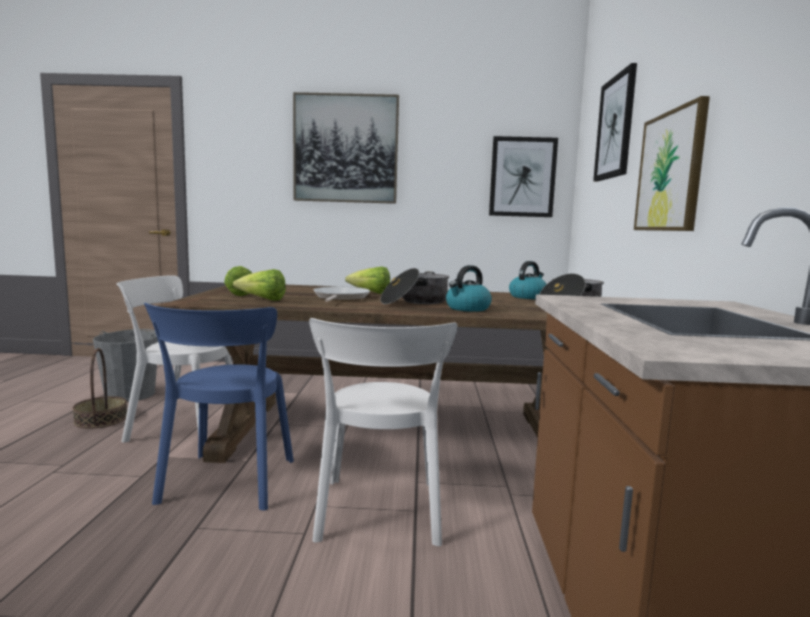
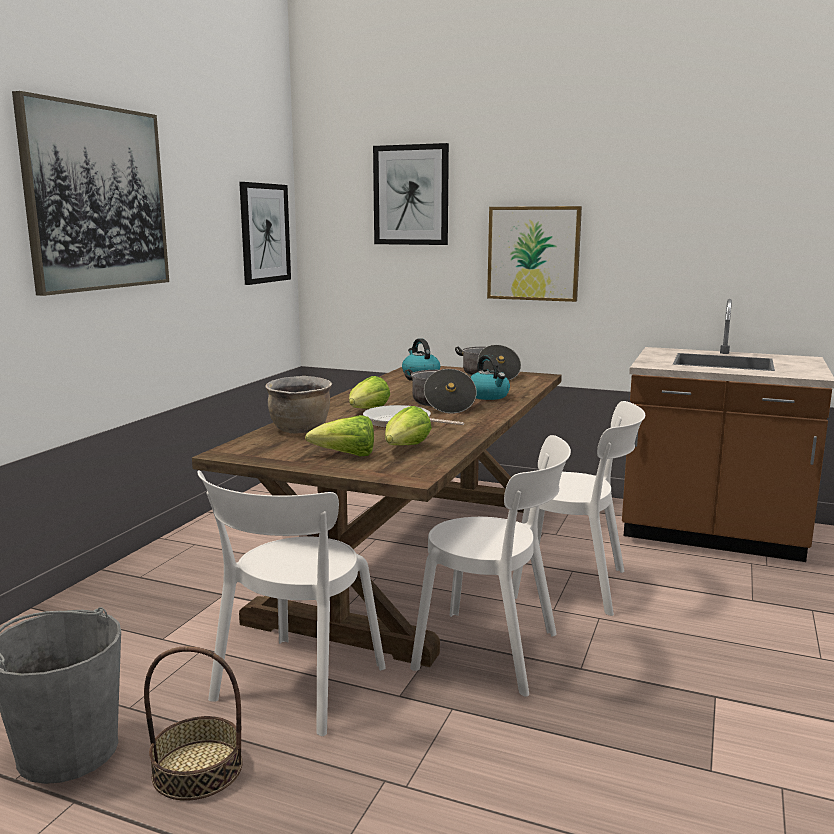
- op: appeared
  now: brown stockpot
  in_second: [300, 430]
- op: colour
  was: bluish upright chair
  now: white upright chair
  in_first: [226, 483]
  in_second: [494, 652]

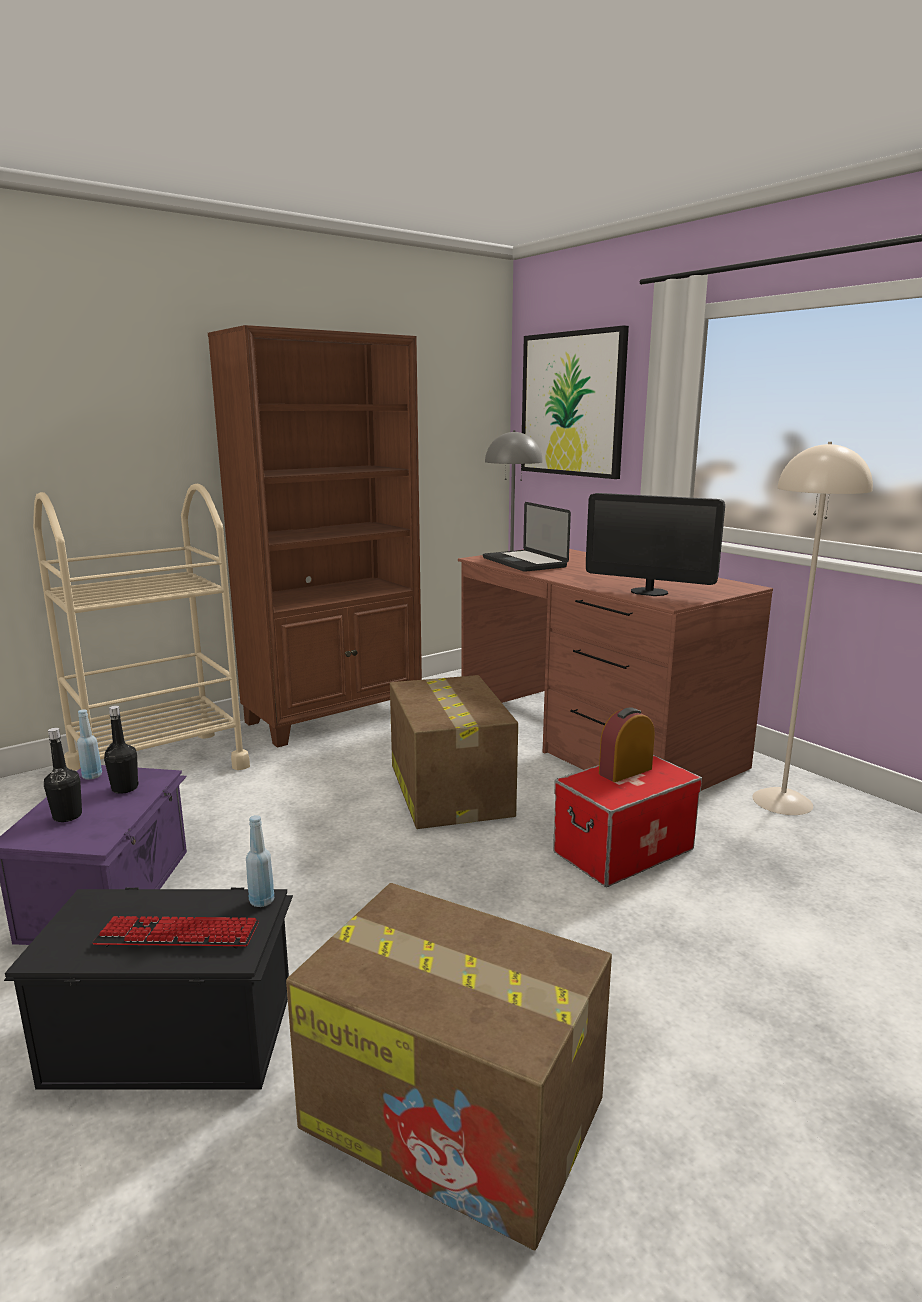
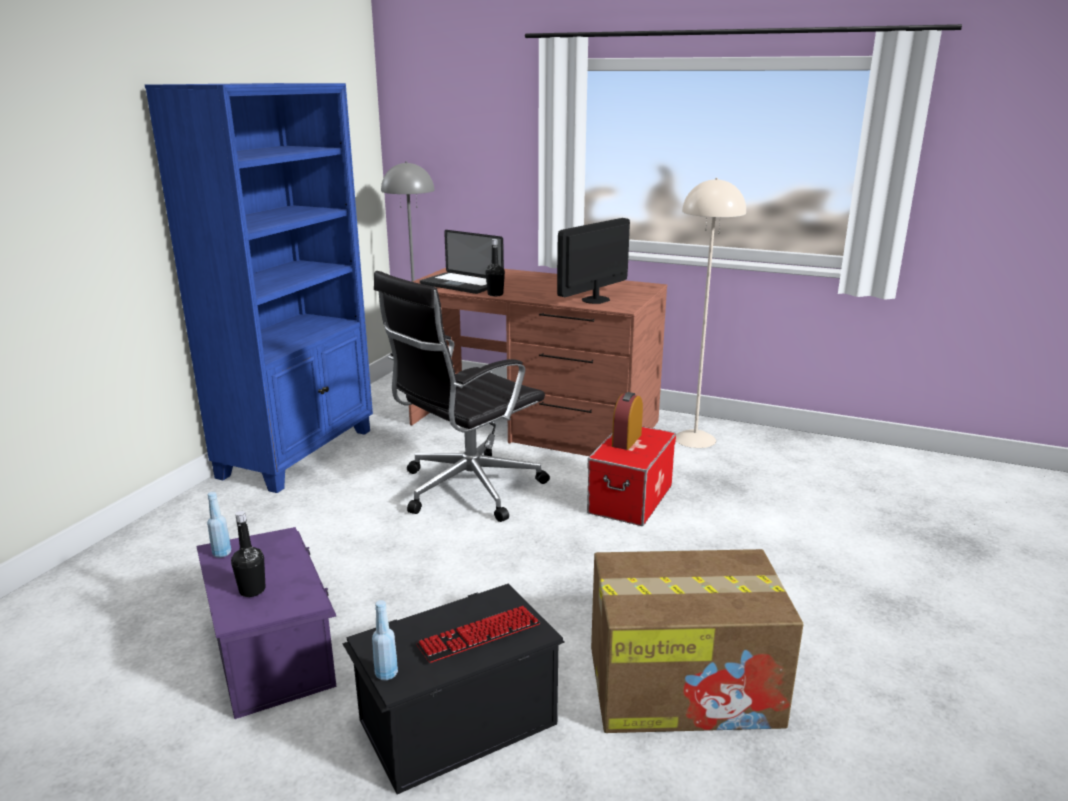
- op: missing
  was: beige-coloured cart
  in_first: [157, 767]
- op: missing
  was: picture
  in_first: [572, 404]
- op: relocated
  was: blackish beverage bottle
  in_first: [125, 788]
  in_second: [495, 294]
- op: relocated
  was: bluish beverage bottle
  in_first: [262, 901]
  in_second: [386, 674]
- op: exchanged
  was: cardboard box
  now: blackish computer chair
  in_first: [449, 789]
  in_second: [466, 489]
- op: colour
  was: brown bookcase
  now: bluish bookcase
  in_first: [335, 716]
  in_second: [299, 453]
- op: spun
  was: monitor
  in_first: [649, 592]
  in_second: [595, 300]
  clockwise: 135

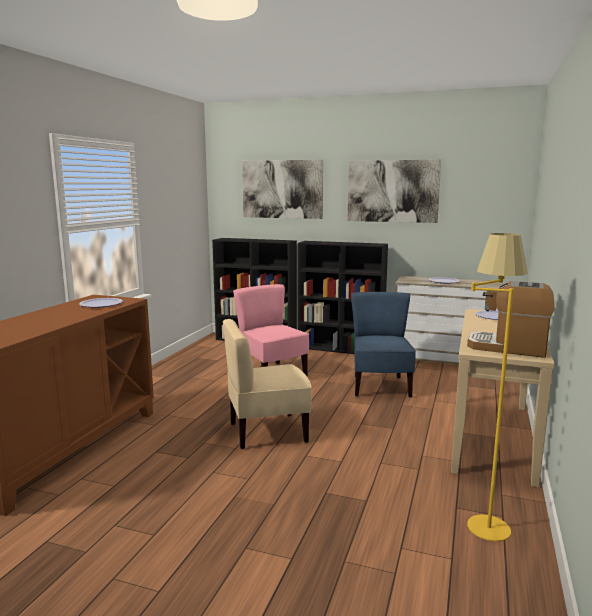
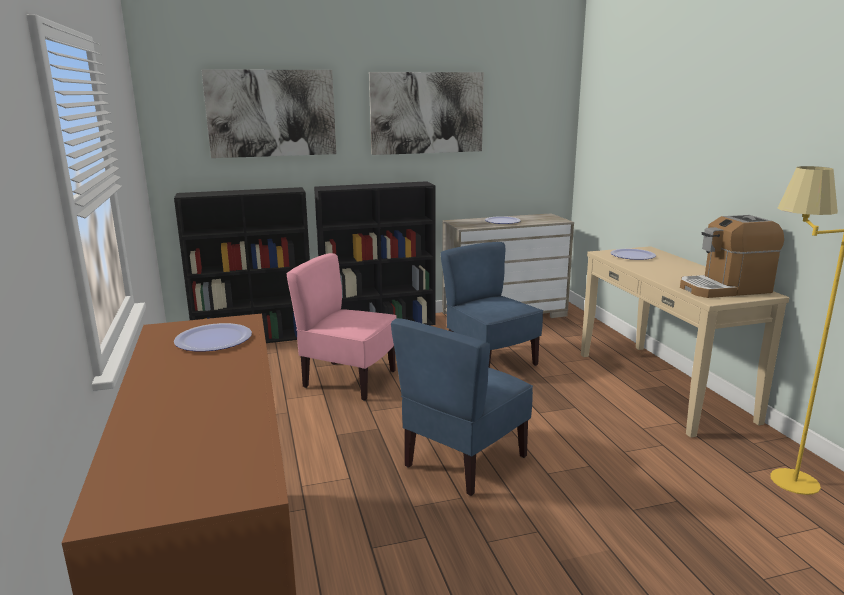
- op: colour
  was: beige-coloured upright chair
  now: bluish upright chair
  in_first: [267, 432]
  in_second: [464, 461]

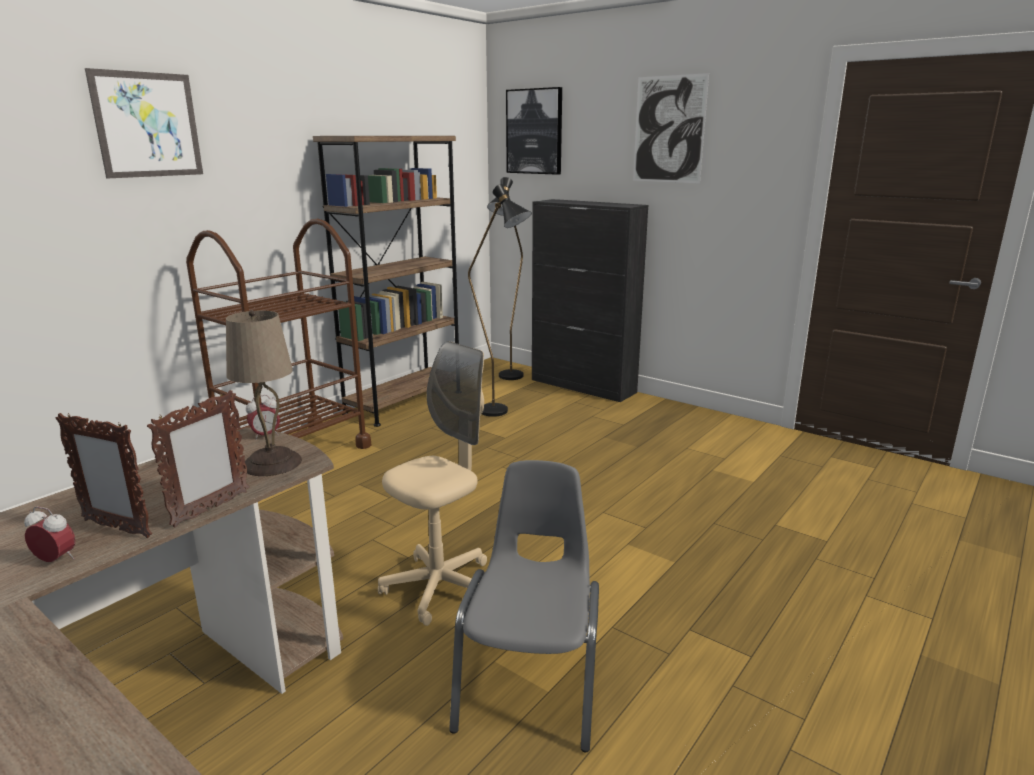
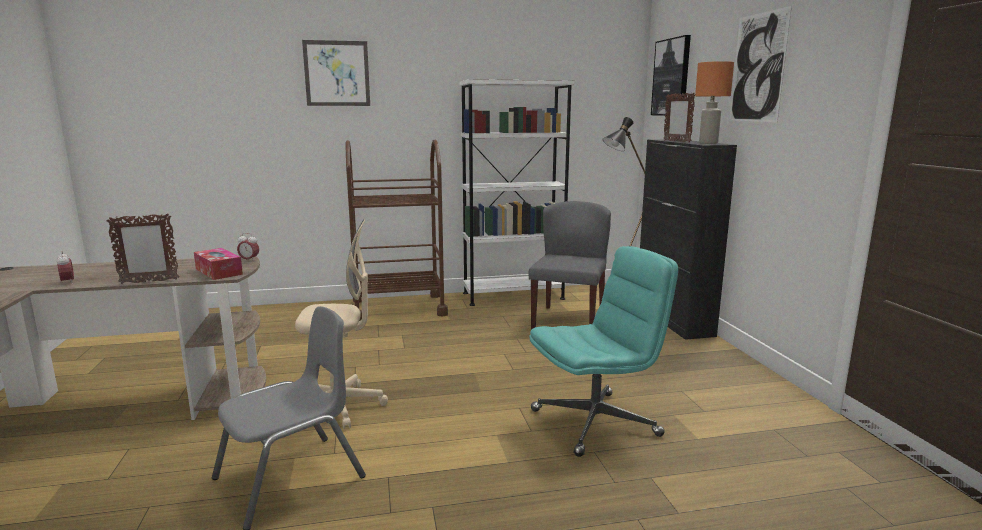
- op: appeared
  now: turquoise-coloured computer chair
  in_second: [596, 422]
- op: appeared
  now: orange lamp for a table
  in_second: [707, 143]
- op: relocated
  was: photo frame
  in_first: [116, 528]
  in_second: [676, 141]
- op: exchanged
  was: beige-coloured lamp for a table
  now: tissue box
  in_first: [273, 462]
  in_second: [218, 271]
- op: exchanged
  was: blackish floor lamp
  now: greyish upright chair
  in_first: [502, 413]
  in_second: [568, 321]
- op: colour
  was: brown bookcase
  now: white bookcase
  in_first: [404, 402]
  in_second: [513, 296]

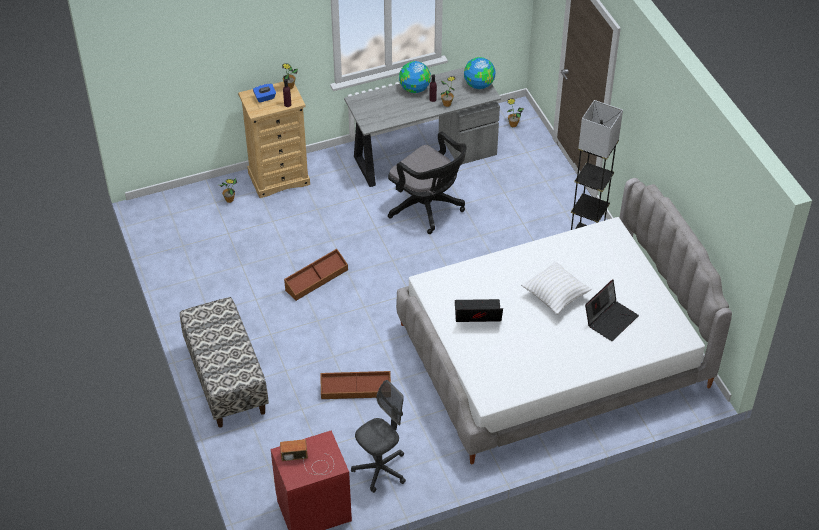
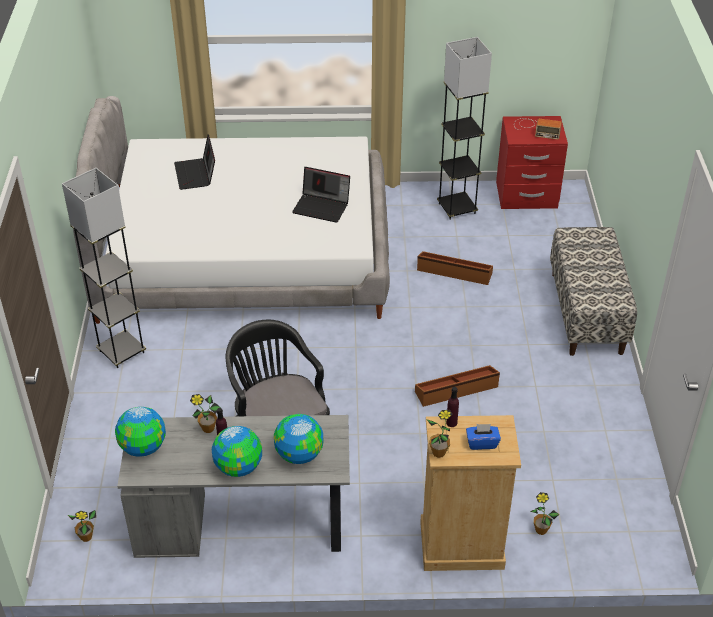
- op: missing
  was: white cushion
  in_first: [555, 296]
- op: appeared
  now: desk globe
  in_second: [298, 454]
- op: exchanged
  was: greyish computer chair
  now: greyish floor lamp
  in_first: [380, 469]
  in_second: [457, 208]
- op: spun
  was: laptop
  in_first: [610, 319]
  in_second: [196, 174]
  clockwise: -75

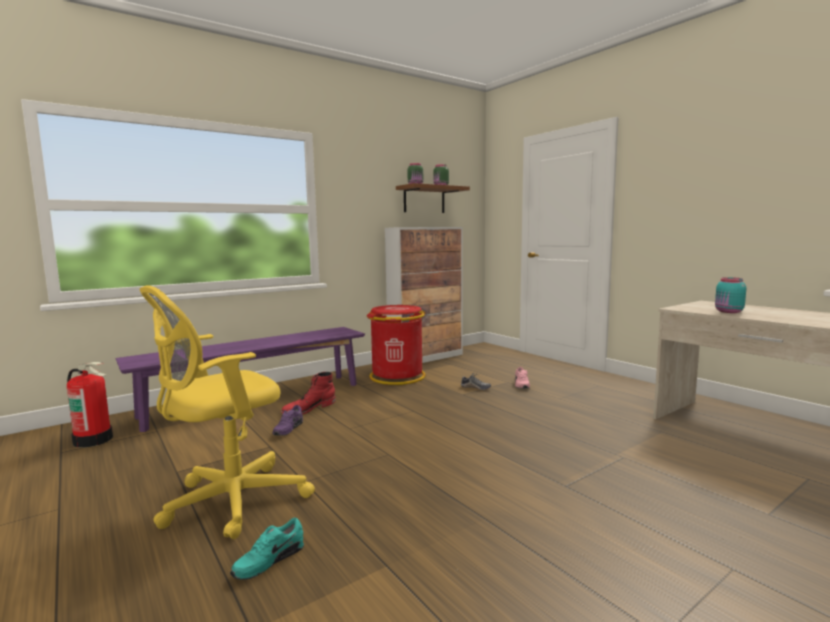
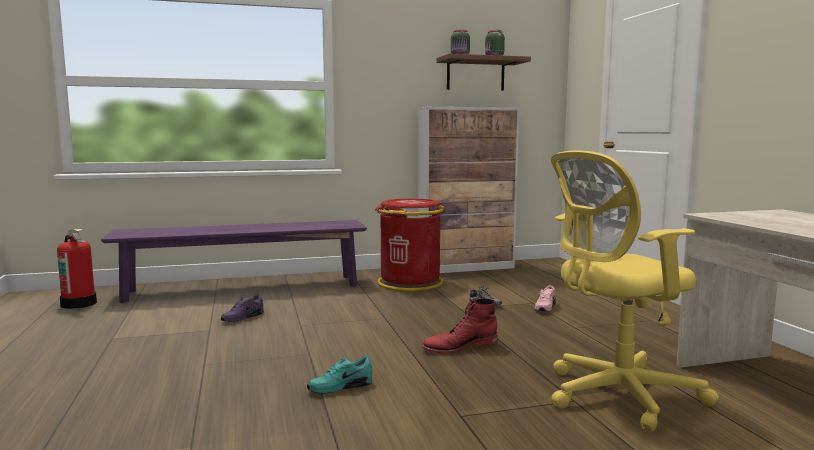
- op: missing
  was: turquoise-coloured preserve jar
  in_first: [728, 312]
- op: relocated
  was: yellow computer chair
  in_first: [228, 502]
  in_second: [616, 396]
- op: relocated
  was: turquoise-coloured item of footwear
  in_first: [268, 561]
  in_second: [340, 387]
- op: relocated
  was: red-coloured tall boot
  in_first: [308, 409]
  in_second: [459, 346]

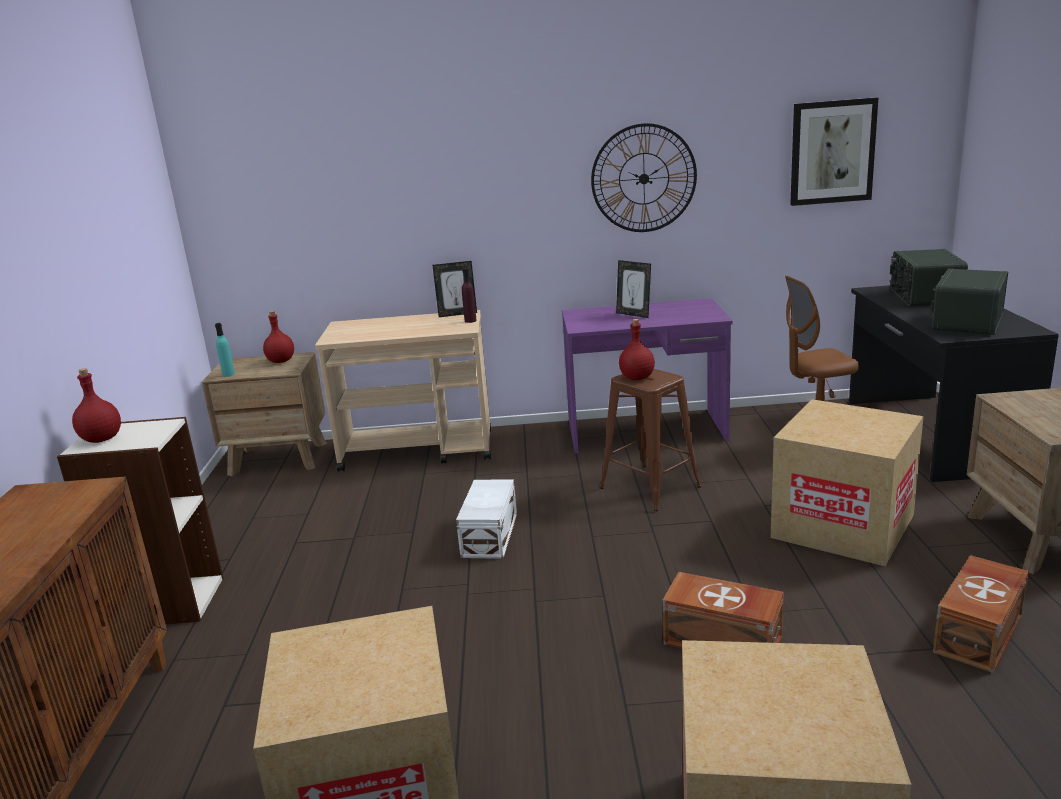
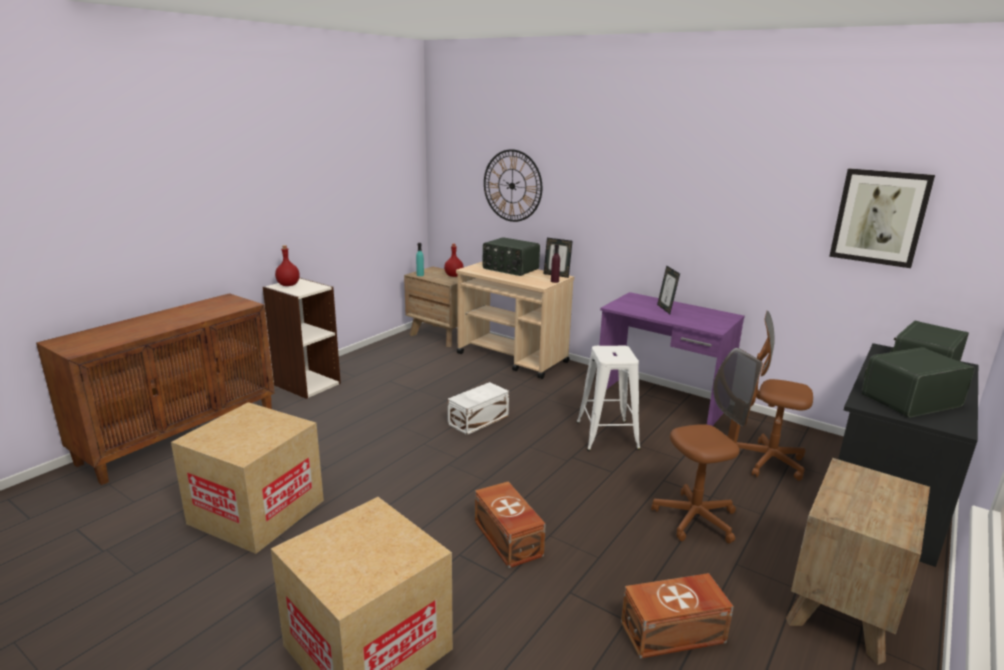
- op: missing
  was: red-coloured beverage bottle
  in_first: [637, 378]
- op: appeared
  now: radio set
  in_second: [510, 269]
- op: relocated
  was: hanging clock
  in_first: [643, 178]
  in_second: [512, 186]
- op: exchanged
  was: cardboard box
  now: brown computer chair
  in_first: [842, 526]
  in_second: [695, 519]
- op: colour
  was: brown stool seat
  now: white stool seat
  in_first: [649, 487]
  in_second: [607, 435]

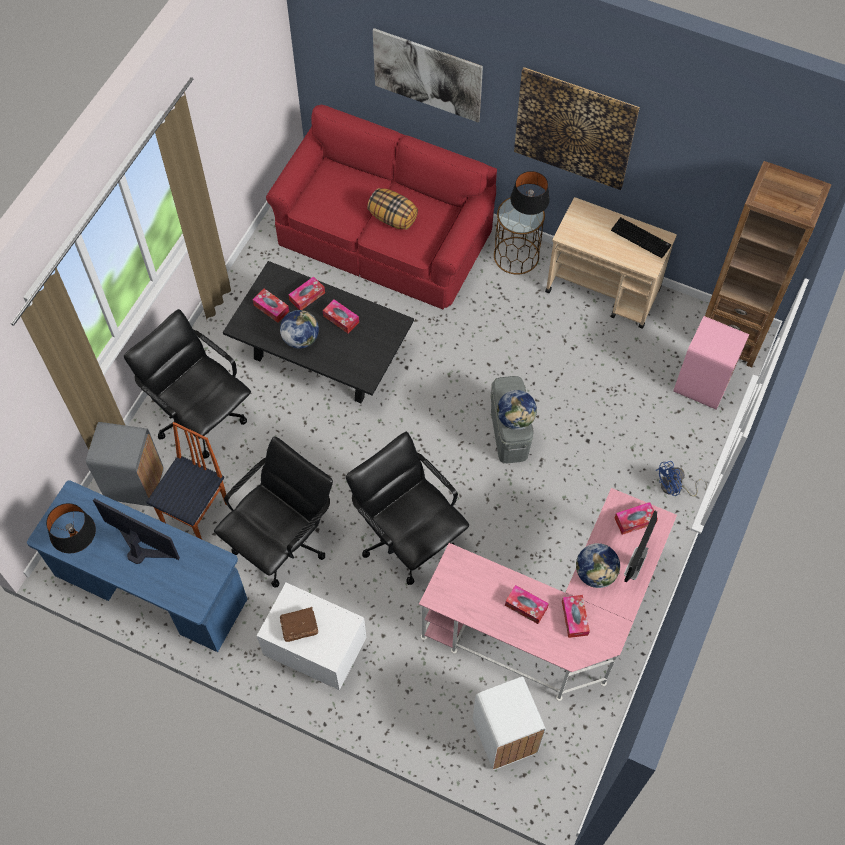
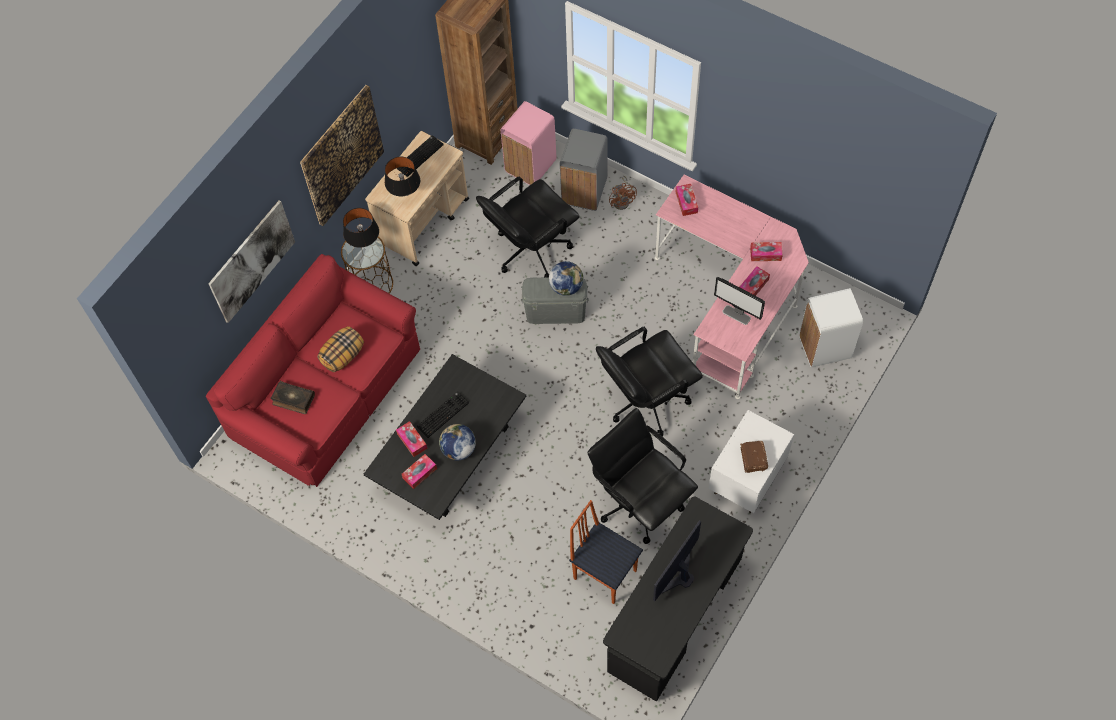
- op: missing
  was: desk globe
  in_first: [595, 573]
- op: appeared
  now: bound book
  in_second: [293, 400]
- op: relocated
  was: blackish lamp for a table
  in_first: [79, 543]
  in_second: [405, 195]
- op: relocated
  was: greyish rubbish bin
  in_first: [135, 485]
  in_second: [585, 191]
- op: relocated
  was: blackish computer chair
  in_first: [201, 416]
  in_second: [531, 250]
- op: relocated
  was: monitor
  in_first: [635, 563]
  in_second: [736, 315]
- op: exchanged
  was: tissue box
  now: keyboard
  in_first: [341, 319]
  in_second: [442, 414]
- op: colour
  was: bluish desk unit
  now: blackish desk unit
  in_first: [151, 588]
  in_second: [675, 615]
- op: colour
  was: bluish cooling fan
  now: brown cooling fan
  in_first: [674, 488]
  in_second: [623, 200]

